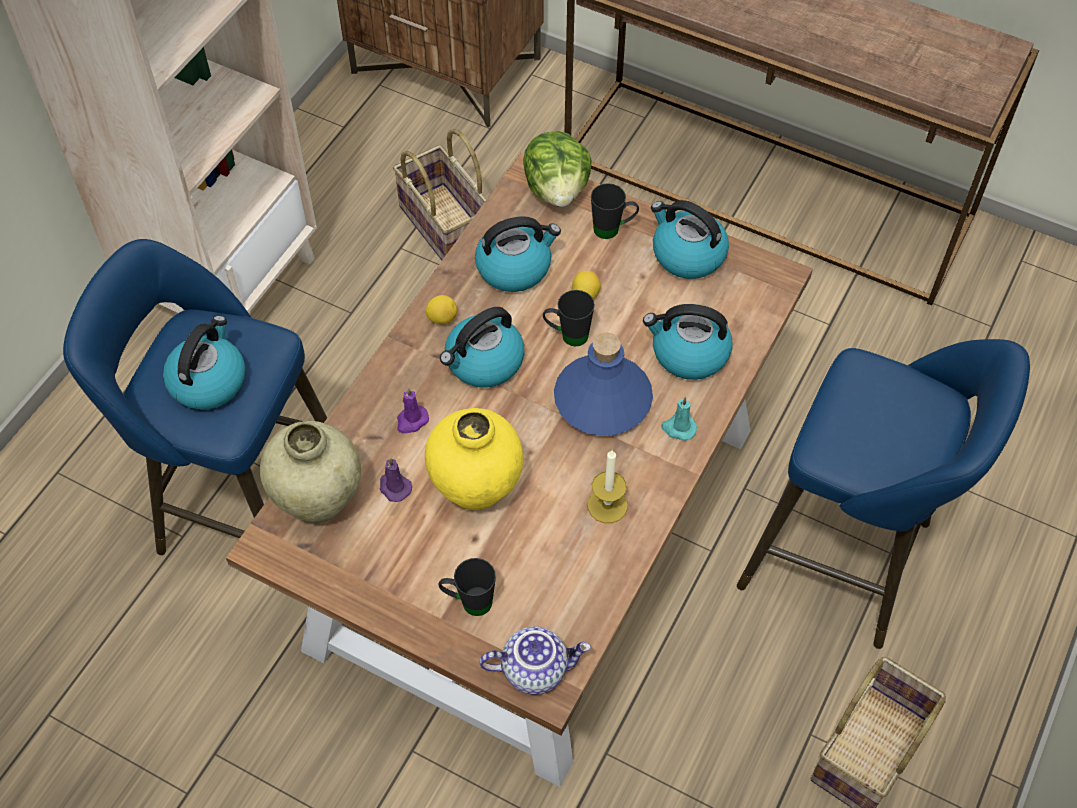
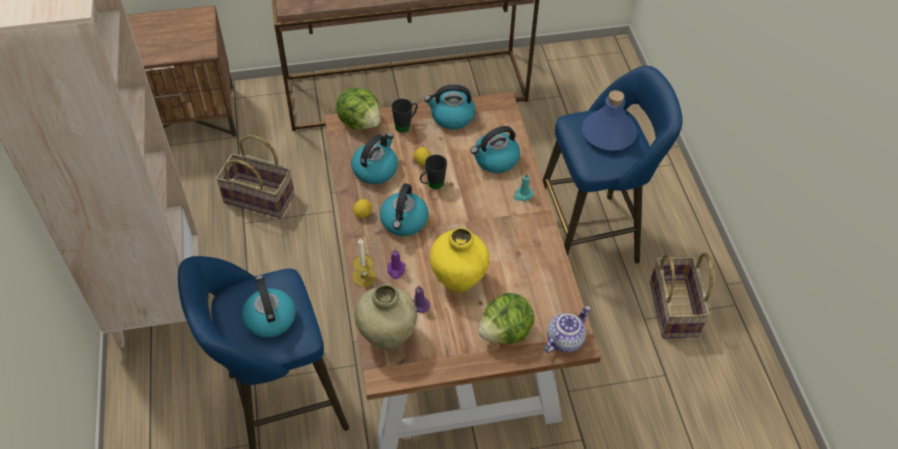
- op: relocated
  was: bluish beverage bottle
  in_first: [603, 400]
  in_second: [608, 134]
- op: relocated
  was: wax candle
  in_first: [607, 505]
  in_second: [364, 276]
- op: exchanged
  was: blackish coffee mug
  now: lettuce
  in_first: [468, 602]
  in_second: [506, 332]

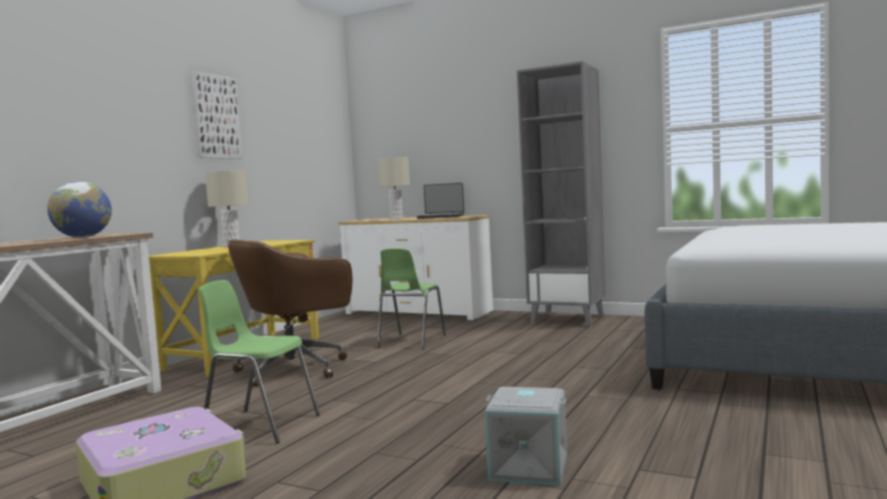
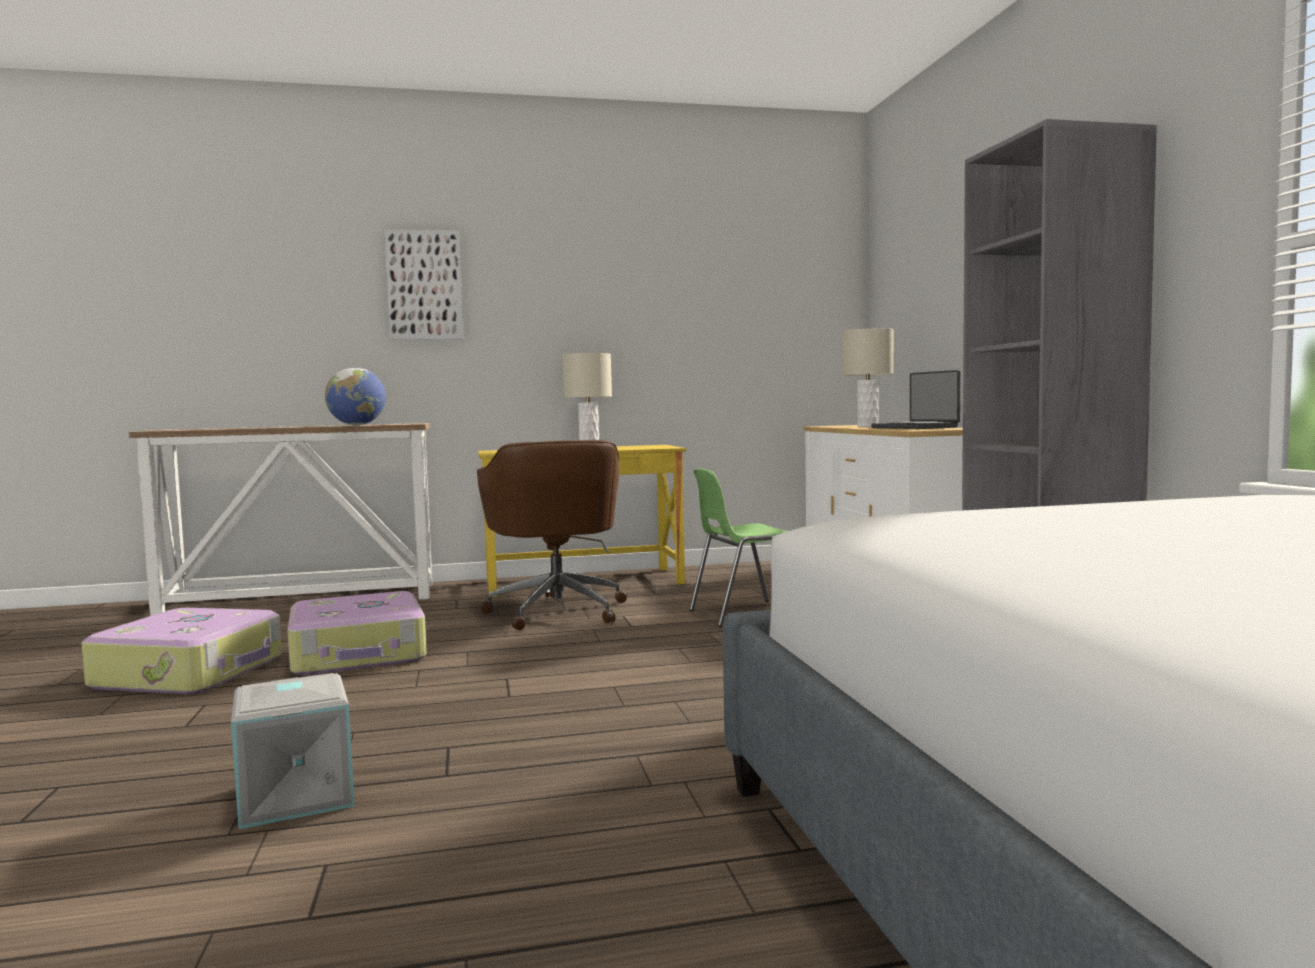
- op: relocated
  was: picture
  in_first: [216, 116]
  in_second: [424, 285]
- op: exchanged
  was: green upright chair
  now: suitcase
  in_first: [260, 425]
  in_second: [359, 653]
- op: spun
  was: brown computer chair
  in_first: [296, 369]
  in_second: [557, 610]
  clockwise: -120

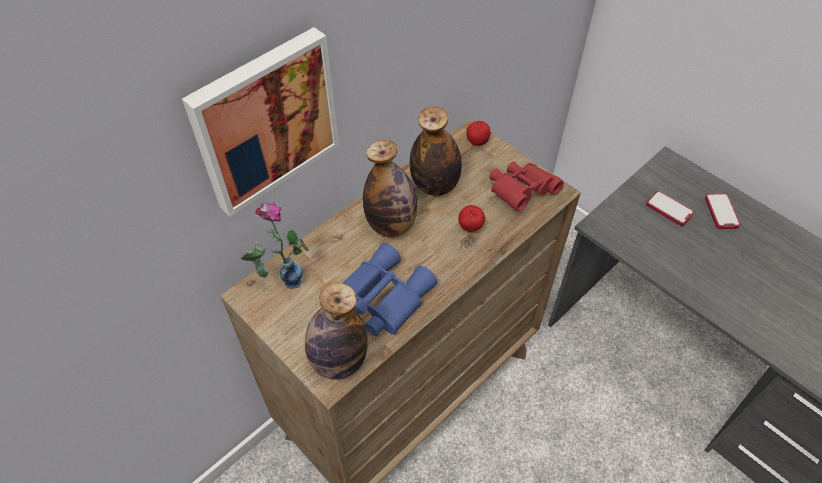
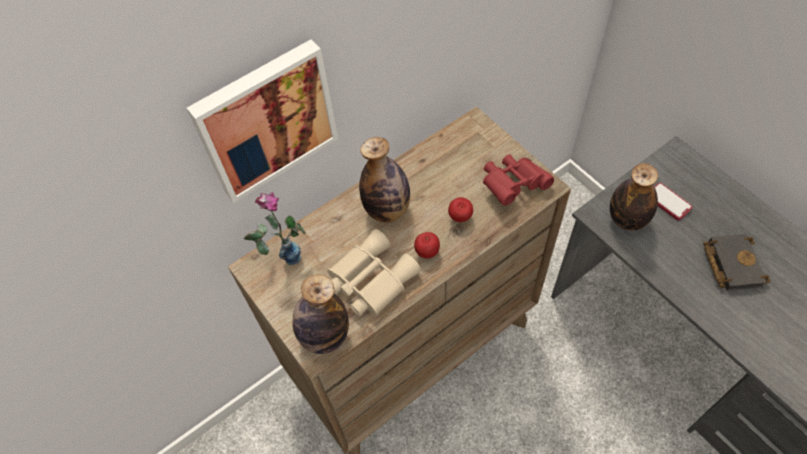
- op: missing
  was: telephone
  in_first: [721, 212]
- op: appeared
  now: blackish bound book
  in_second: [730, 263]
- op: relocated
  was: beverage bottle
  in_first: [435, 185]
  in_second: [627, 219]
- op: relocated
  was: apple fruit
  in_first: [477, 142]
  in_second: [427, 252]
- op: colour
  was: bluish field glasses
  now: beige-coloured field glasses
  in_first: [381, 297]
  in_second: [369, 279]

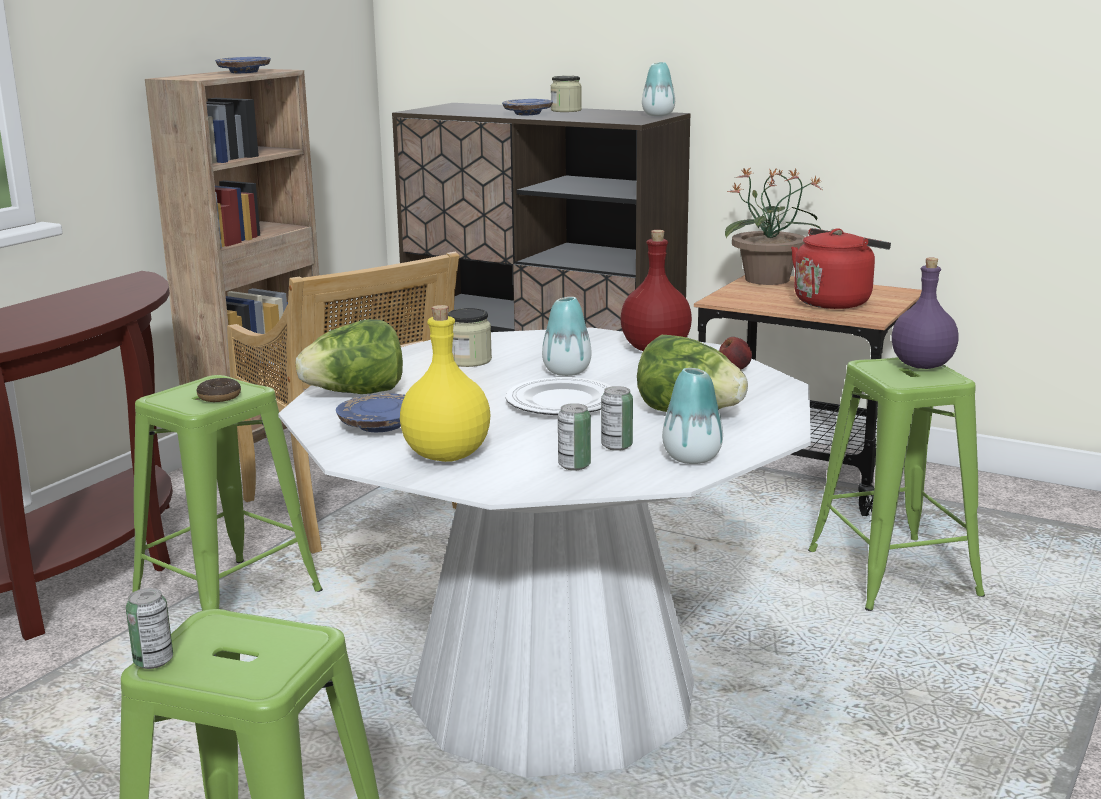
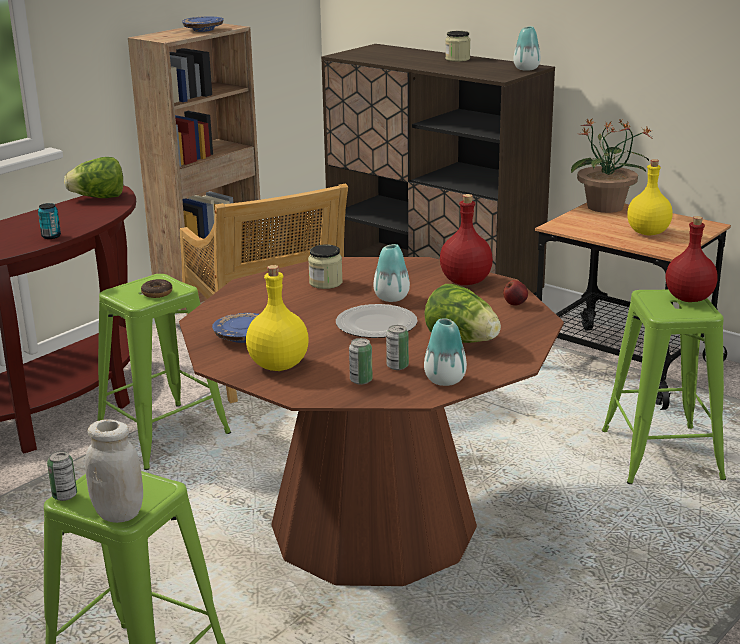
- op: missing
  was: bluish plate
  in_first: [528, 114]
- op: appeared
  now: can
  in_second: [51, 236]
- op: appeared
  now: white preserve jar
  in_second: [119, 514]
- op: relocated
  was: lettuce
  in_first: [355, 394]
  in_second: [98, 198]
- op: exchanged
  was: red-coloured tea kettle
  now: yellow beverage bottle
  in_first: [835, 301]
  in_second: [649, 233]
- op: colour
  was: white dinner table
  now: brown dinner table
  in_first: [554, 693]
  in_second: [374, 526]
- op: colour
  was: purple beverage bottle
  now: red-coloured beverage bottle
  in_first: [923, 365]
  in_second: [690, 298]

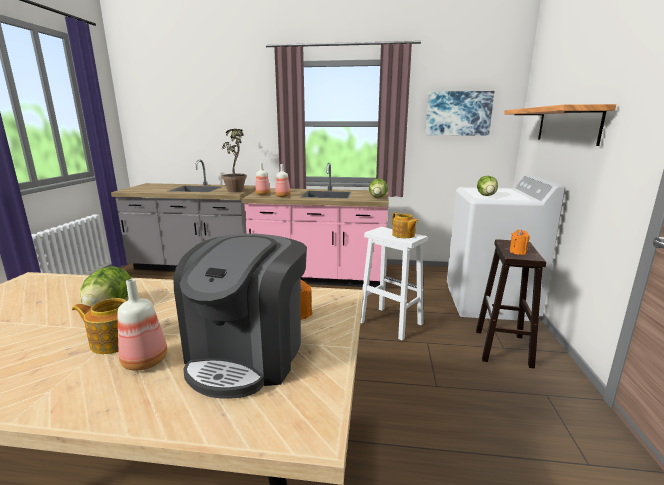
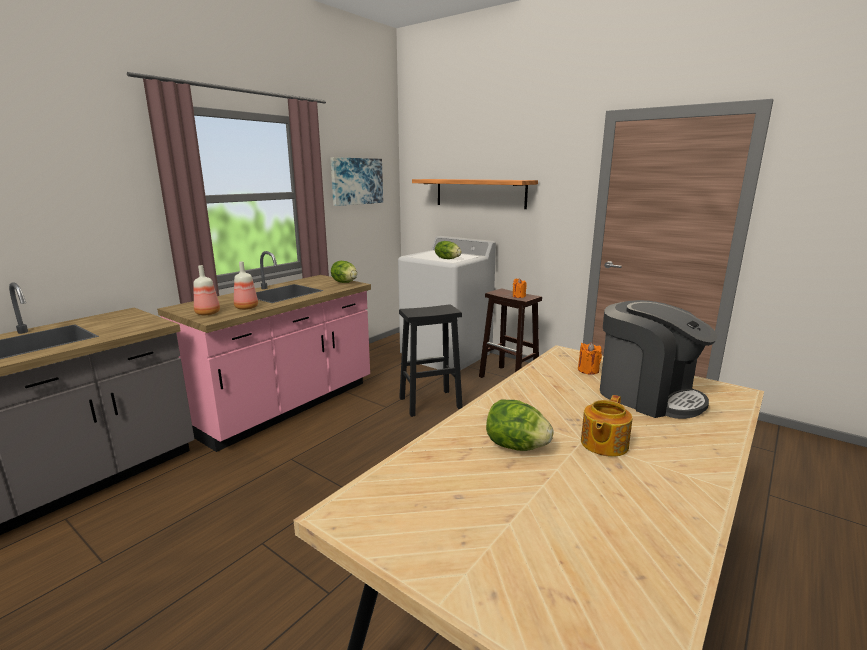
- op: missing
  was: beverage bottle
  in_first: [146, 361]
- op: missing
  was: plant in a pot
  in_first: [237, 190]
- op: missing
  was: teapot
  in_first: [403, 235]
- op: colour
  was: white stool seat
  now: blackish stool seat
  in_first: [389, 323]
  in_second: [429, 403]

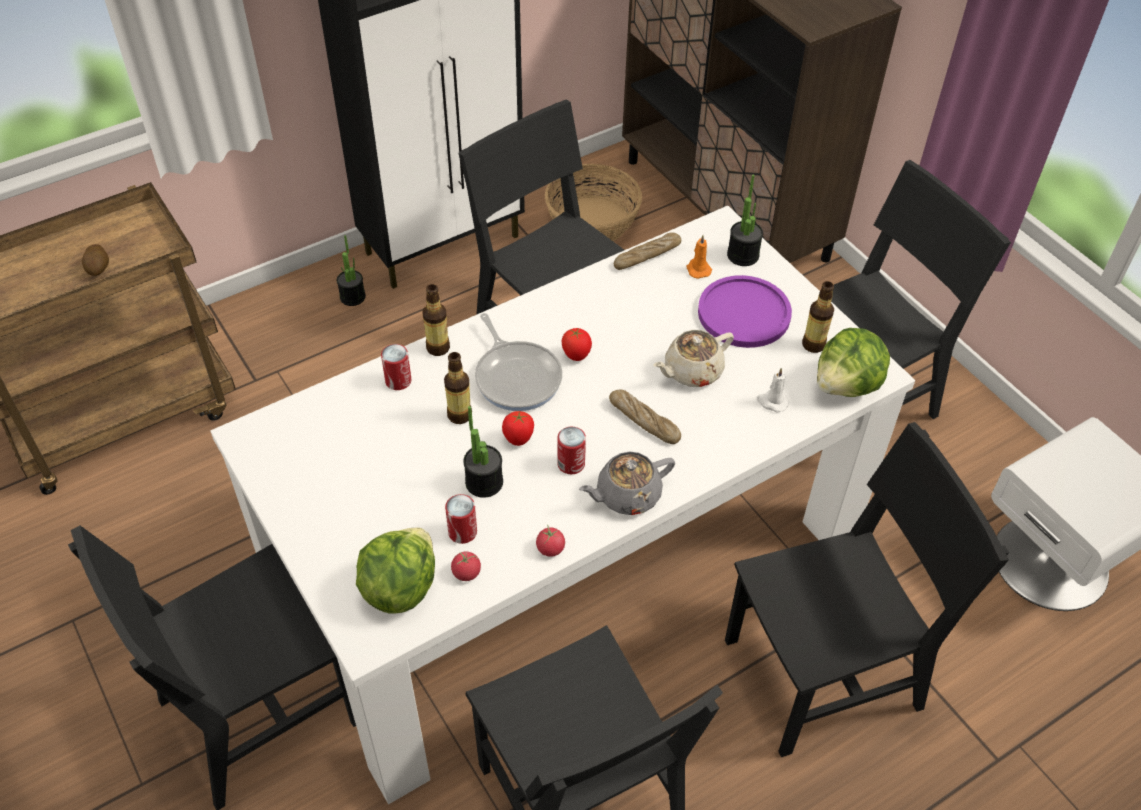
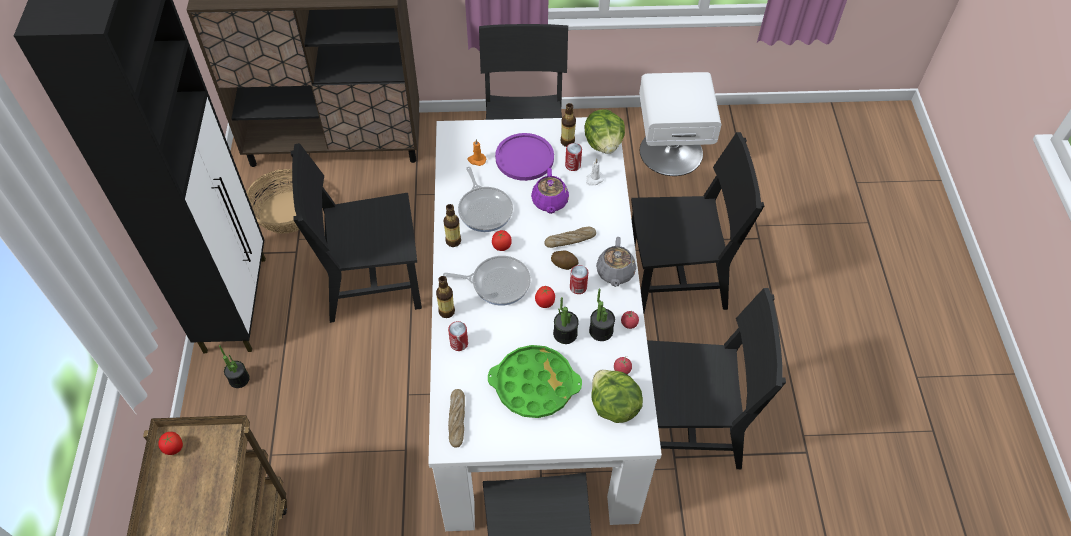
- op: appeared
  now: tomato
  in_second: [174, 449]
- op: appeared
  now: frying pan
  in_second: [484, 209]
- op: appeared
  now: green serving tray
  in_second: [534, 385]
- op: relocated
  was: whole potato
  in_first: [98, 268]
  in_second: [564, 264]
- op: relocated
  was: beverage bottle
  in_first: [459, 415]
  in_second: [453, 241]
- op: relocated
  was: can
  in_first: [462, 532]
  in_second: [573, 165]
- op: relocated
  was: baked bread
  in_first: [647, 256]
  in_second: [457, 420]
- op: relocated
  was: plant in a pot
  in_first: [743, 255]
  in_second: [601, 331]
- op: colour
  was: beige-coloured teapot
  now: purple teapot
  in_first: [691, 371]
  in_second: [549, 202]
- op: spun
  was: blackish upright chair
  in_first: [823, 674]
  in_second: [676, 279]
  clockwise: 75

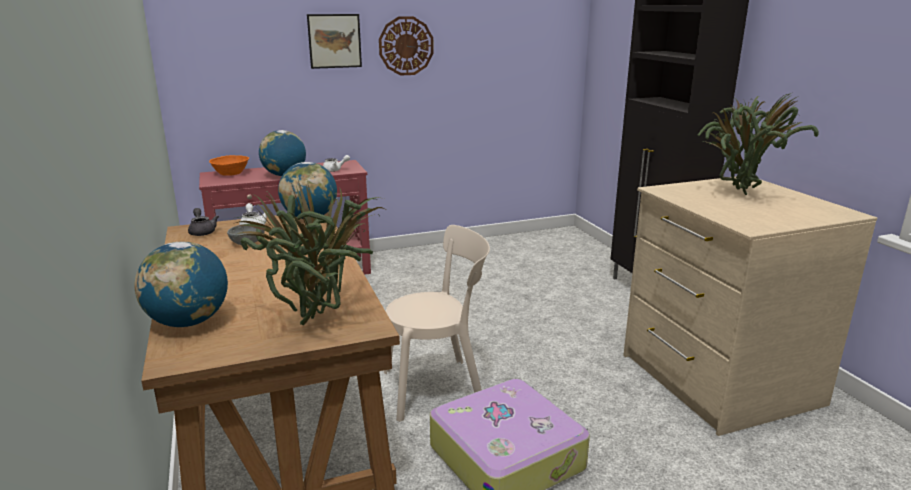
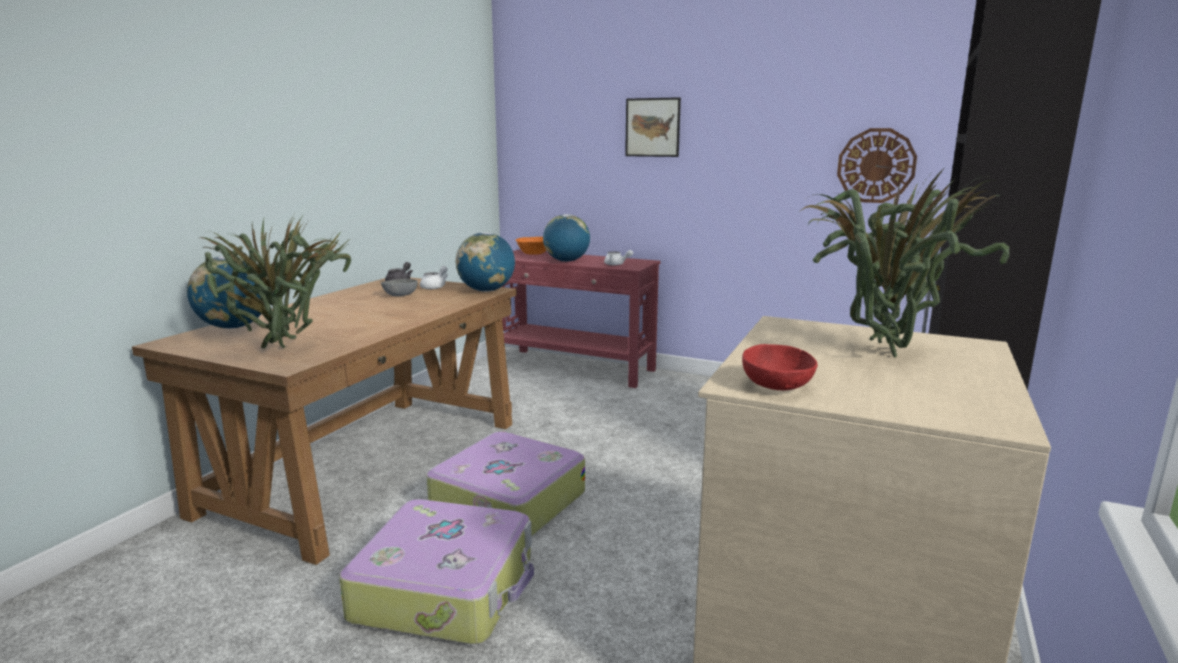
- op: appeared
  now: red-coloured bowl
  in_second: [778, 386]
- op: relocated
  was: hanging clock
  in_first: [406, 46]
  in_second: [876, 165]
- op: exchanged
  was: beige-coloured upright chair
  now: suitcase
  in_first: [438, 388]
  in_second: [506, 502]

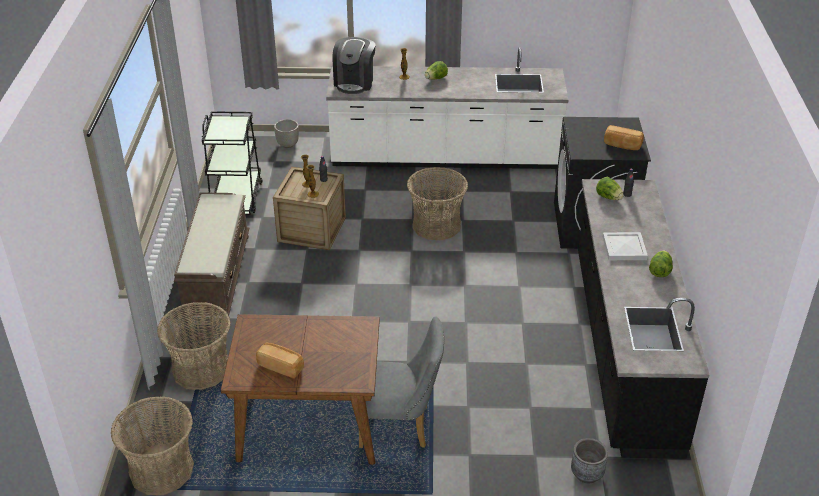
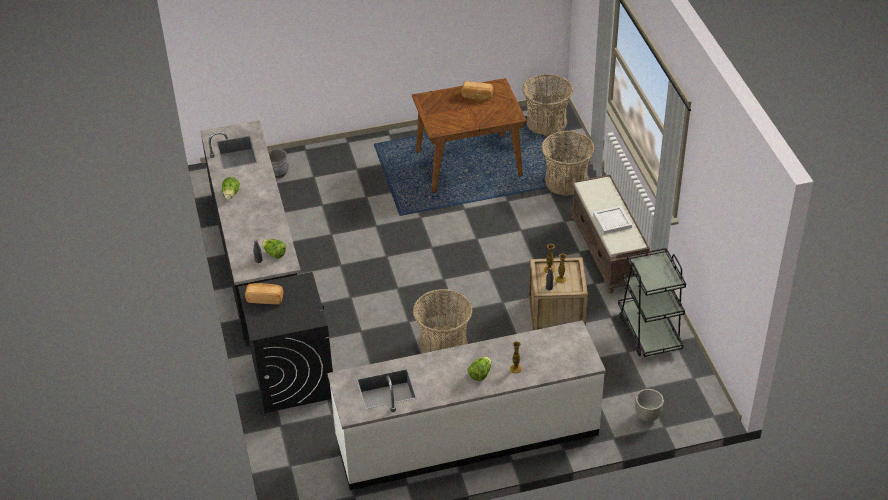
- op: missing
  was: coffee brewer
  in_first: [355, 82]
- op: missing
  was: greyish upright chair
  in_first: [400, 426]
- op: relocated
  was: white serving tray
  in_first: [625, 248]
  in_second: [611, 221]

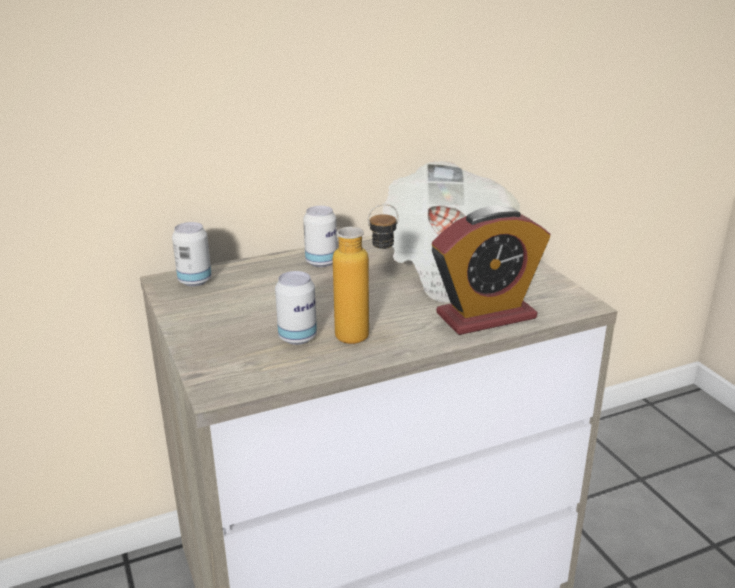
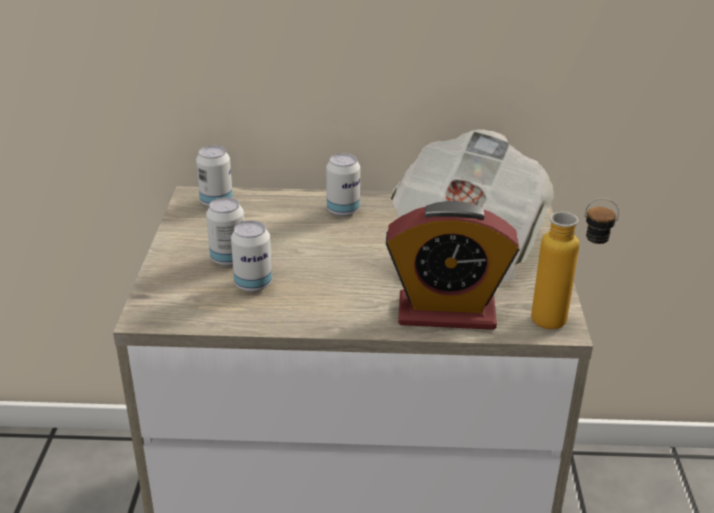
- op: appeared
  now: can
  in_second: [228, 259]
- op: relocated
  was: beverage bottle
  in_first: [366, 335]
  in_second: [563, 322]

